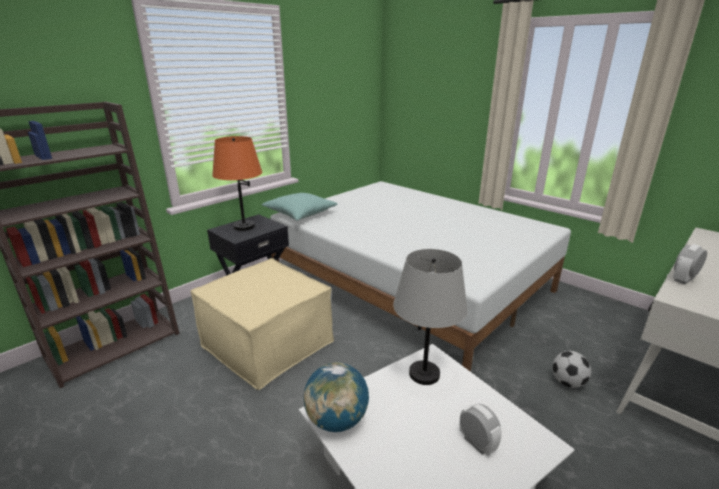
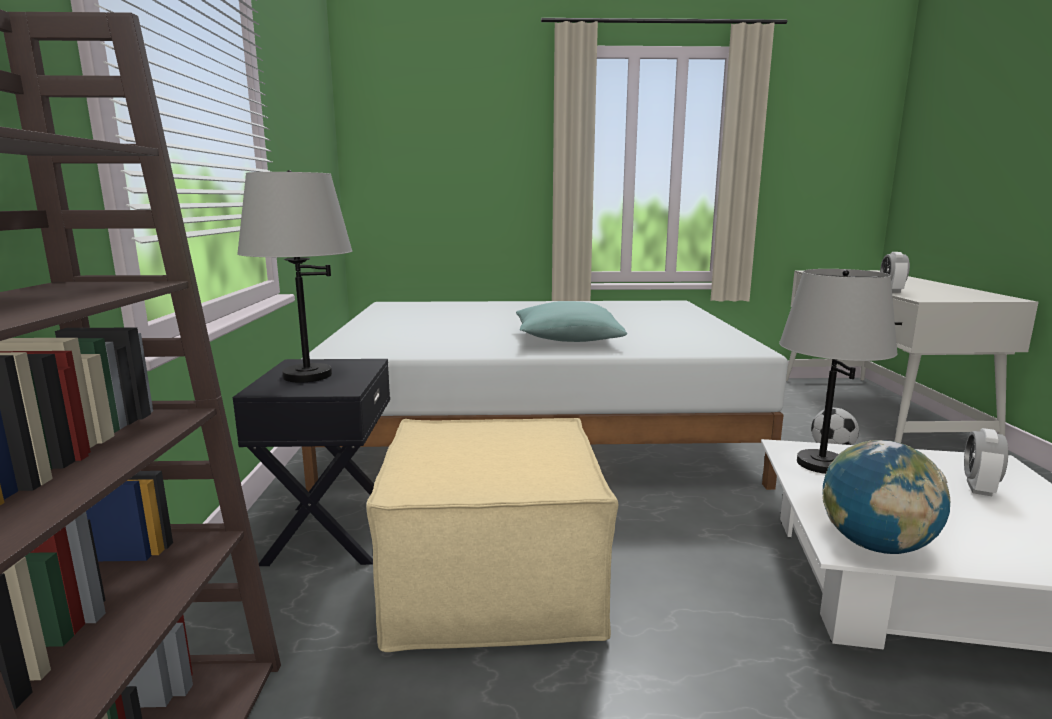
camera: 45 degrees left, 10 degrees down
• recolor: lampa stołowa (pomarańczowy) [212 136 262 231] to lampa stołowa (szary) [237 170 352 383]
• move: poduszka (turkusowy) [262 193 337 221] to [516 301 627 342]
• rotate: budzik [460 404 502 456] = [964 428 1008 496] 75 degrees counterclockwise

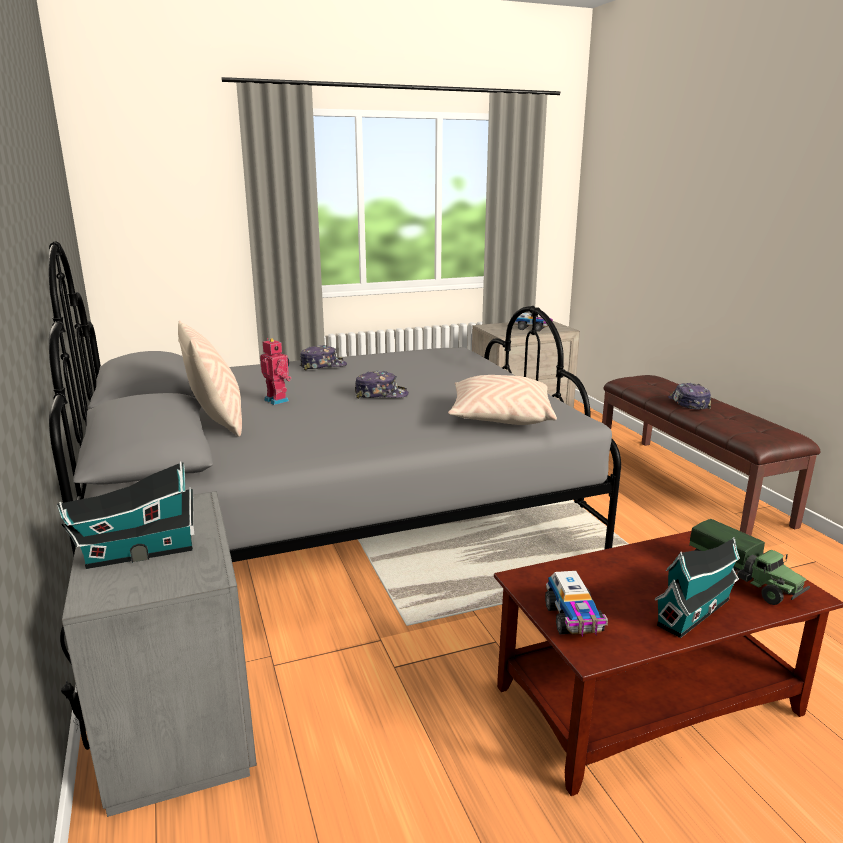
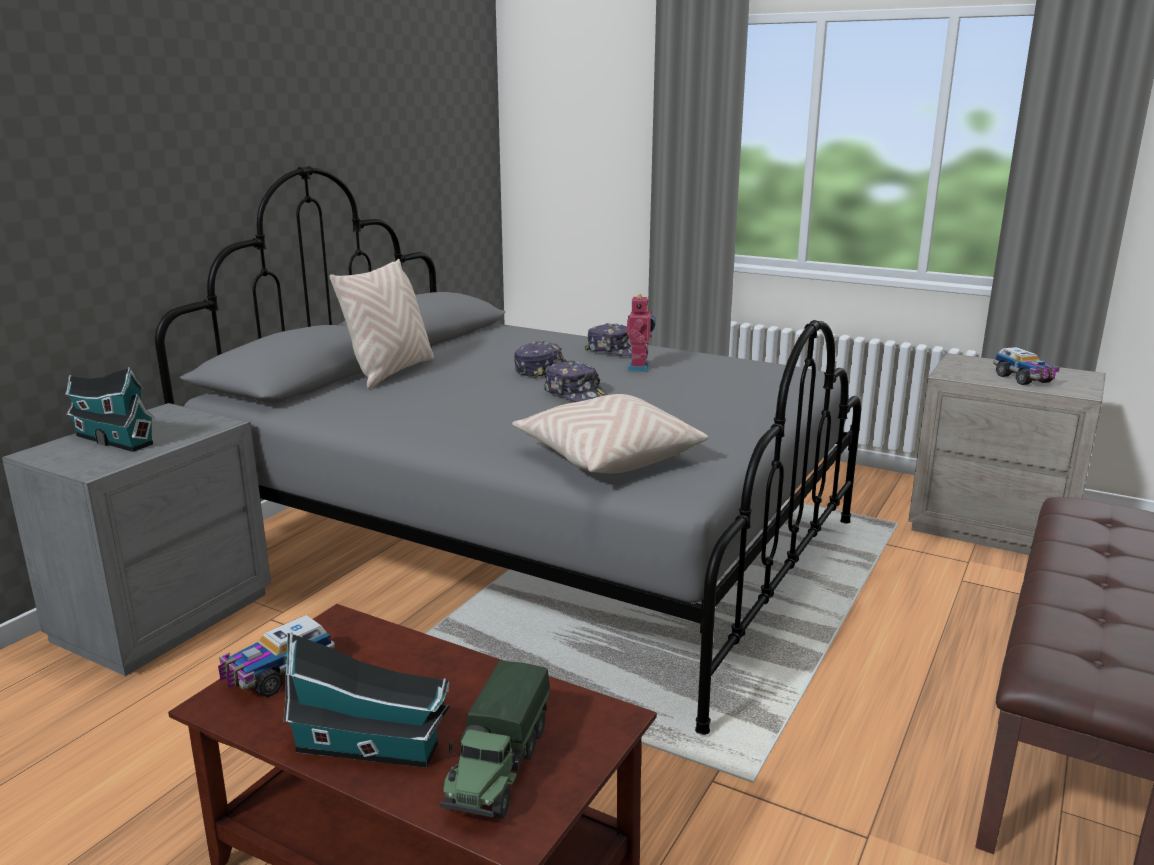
camera: 50 degrees right, 0 degrees up
• move: czapka z daszkiem [668 383 711 410] to [514 341 568 379]
• move: robot zabawkowy [260 338 291 405] to [627 294 656 371]

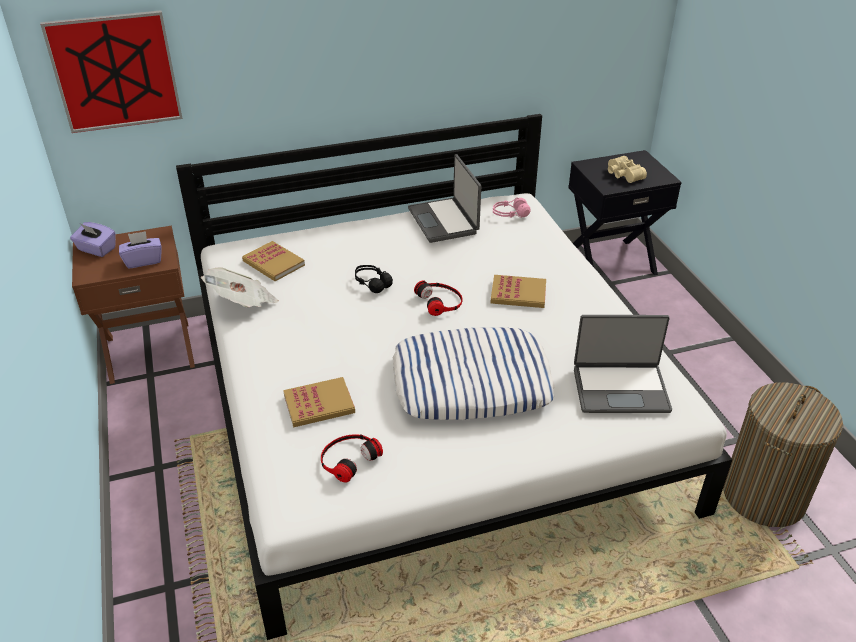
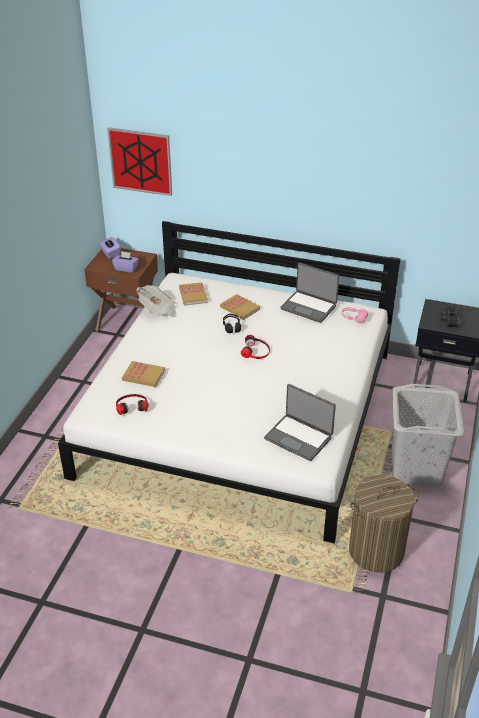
camera: 35 degrees right, 0 degrees up
• move: książka [491 275 546 308] to [220 294 260 320]
• rotate: laptop [408 154 481 243] = [280 262 339 323] 75 degrees counterclockwise
• insert: kosz na pranie (szary) [392 384 464 487]
• recolor: lornetka (beżowy) [608 156 647 183] to lornetka (czarny) [439 306 461 328]
• delete: poduszka [393 327 555 420]

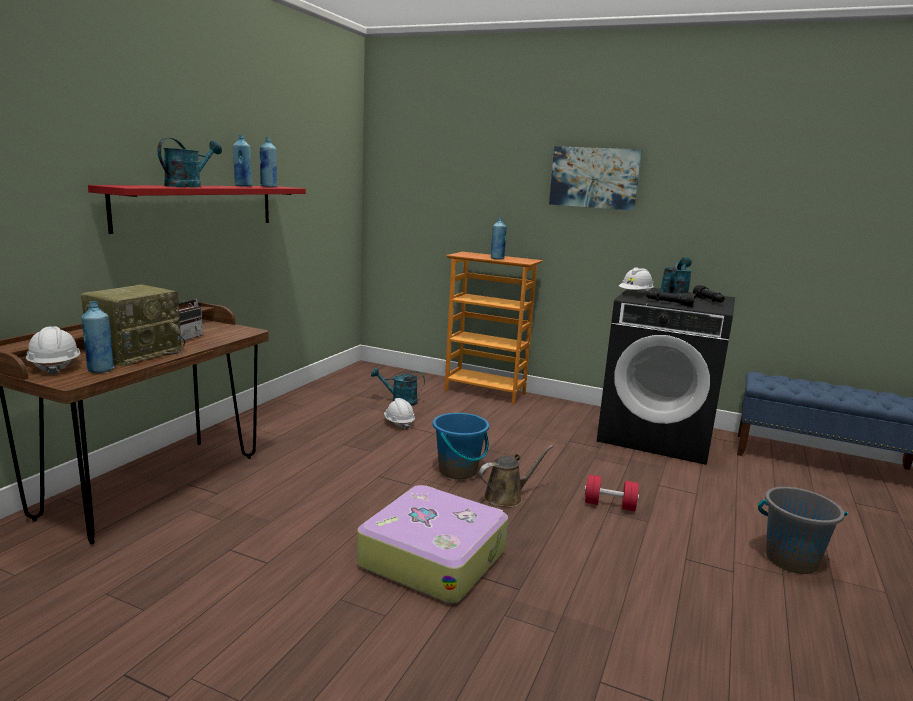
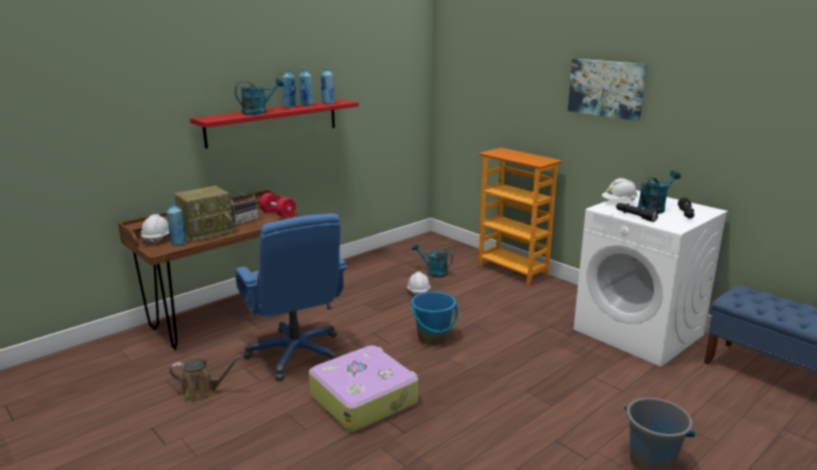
camera: 25 degrees right, 5 degrees up
• move: konewka (brązowy) [479 445 554 507] to [169 355 242 403]
• insert: krzesło biurowe (niebieski) [235 213 348 381]
• move: hantel (czerwony) [584 475 639 511] to [259 193 296 218]
• move: butelka (niebieski) [491 217 507 259] to [282 69 297 108]
• recolor: pralka (czarny) [597 288 735 465] to pralka (biały) [574 190 728 367]

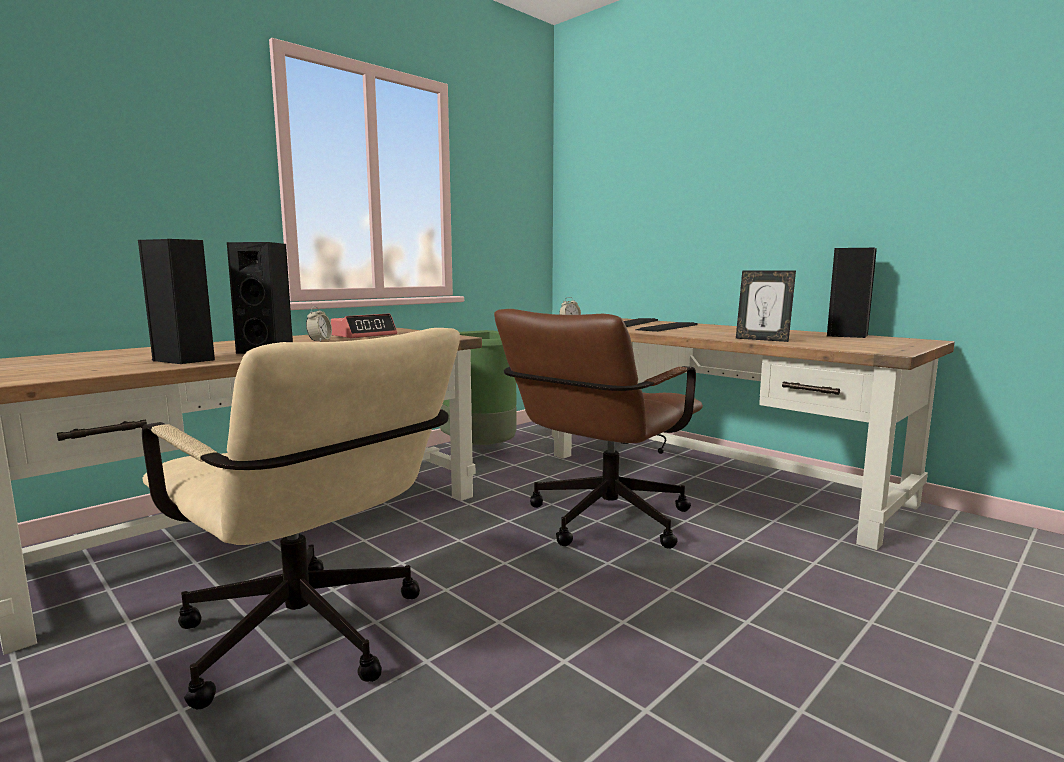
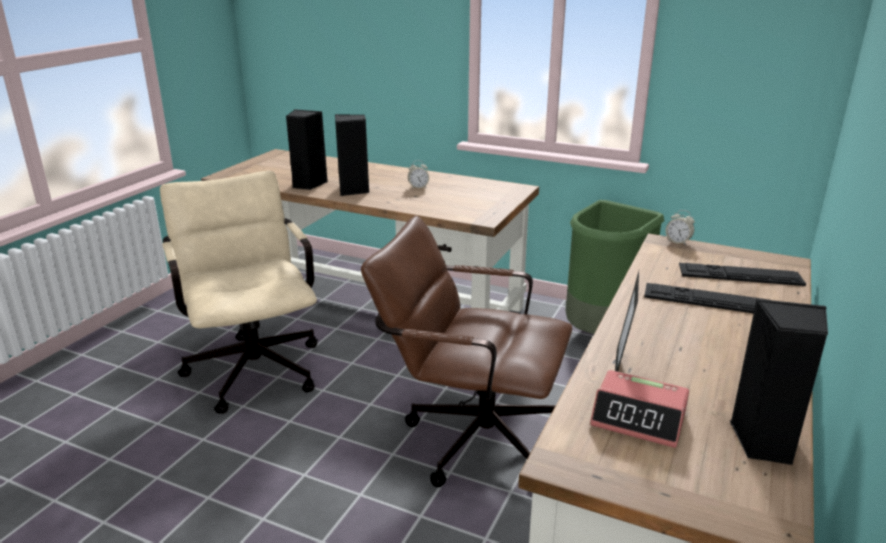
camera: 70 degrees right, 15 degrees up
• rotate: krzesło biurowe (beżowy) [142 328 460 709] = [160 171 318 414] 135 degrees clockwise
• move: budzik [331 314 397 338] to [590 370 689 448]

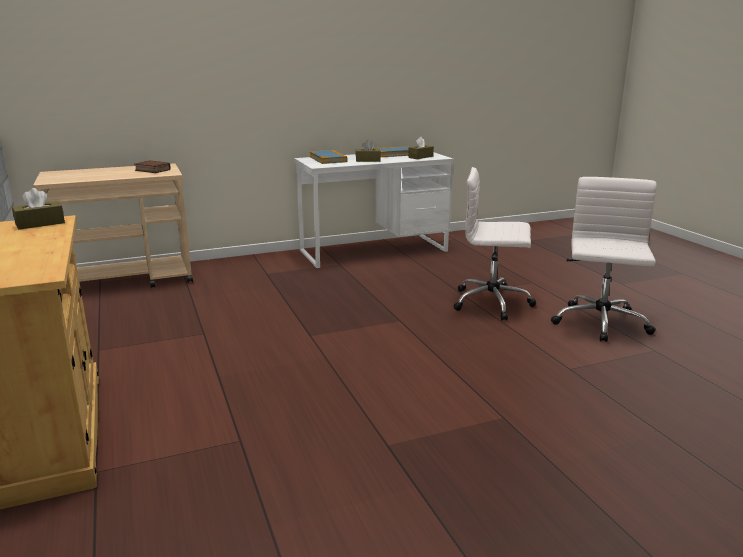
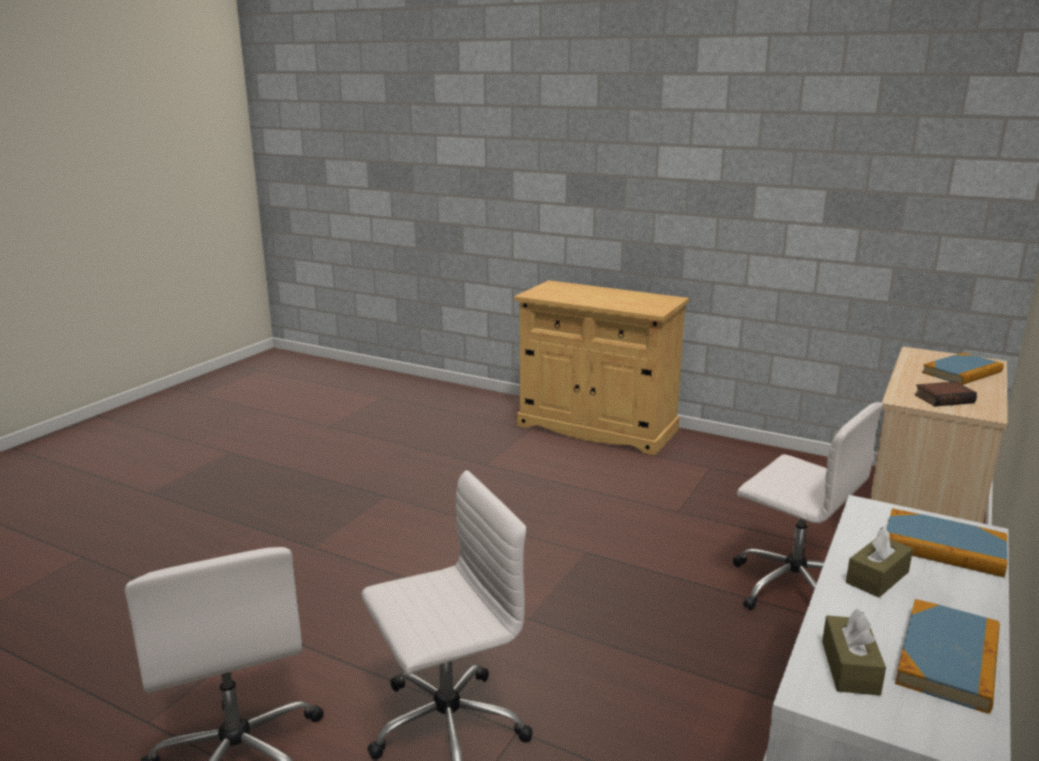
camera: 140 degrees right, 0 degrees up
• insert: krzesło biurowe (biały) [733 402 883 610]
• insert: książka [922 353 1004 385]
• delete: pudełko chusteczek (brązowy) [12 188 65 230]

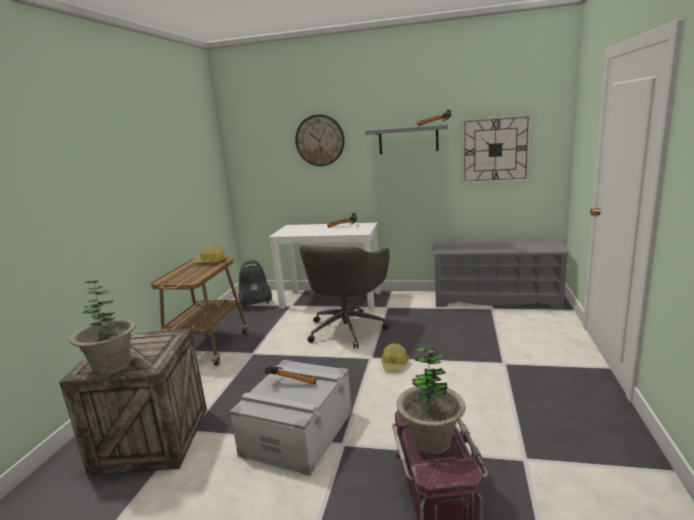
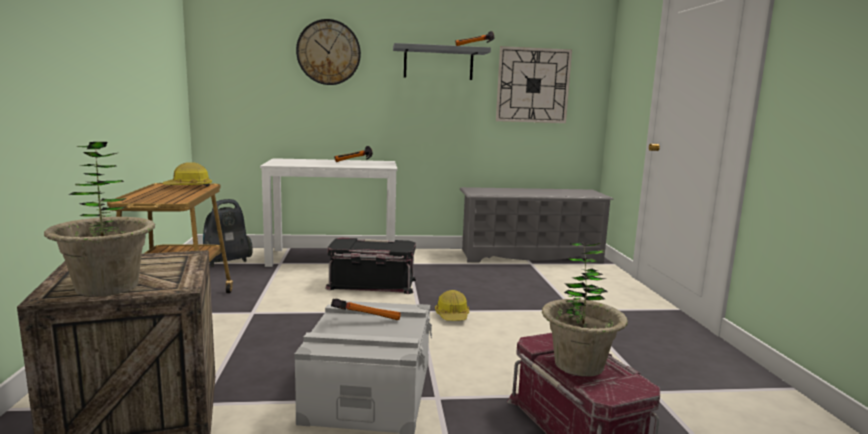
camera: 20 degrees left, 5 degrees down
• replace: krzesło biurowe (szary) [299 245 390 349] to pojemnik do przechowywania (czarny) [325 238 417 294]

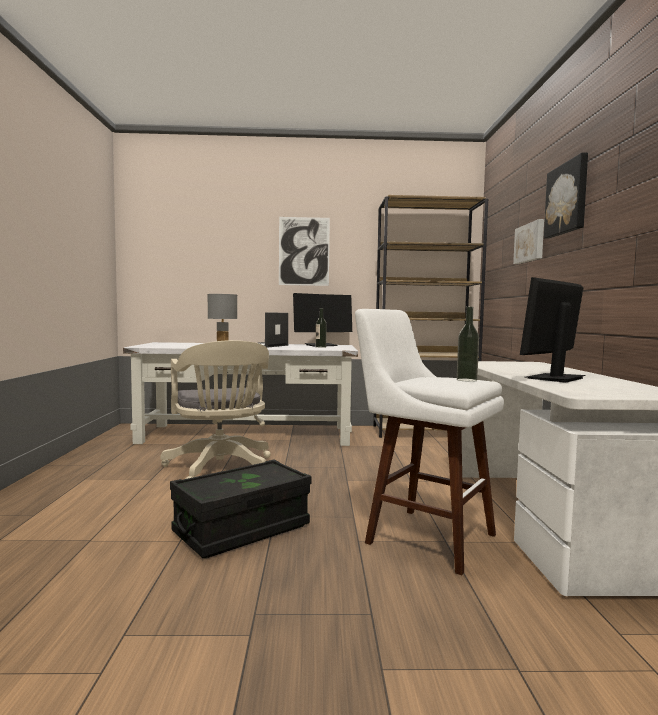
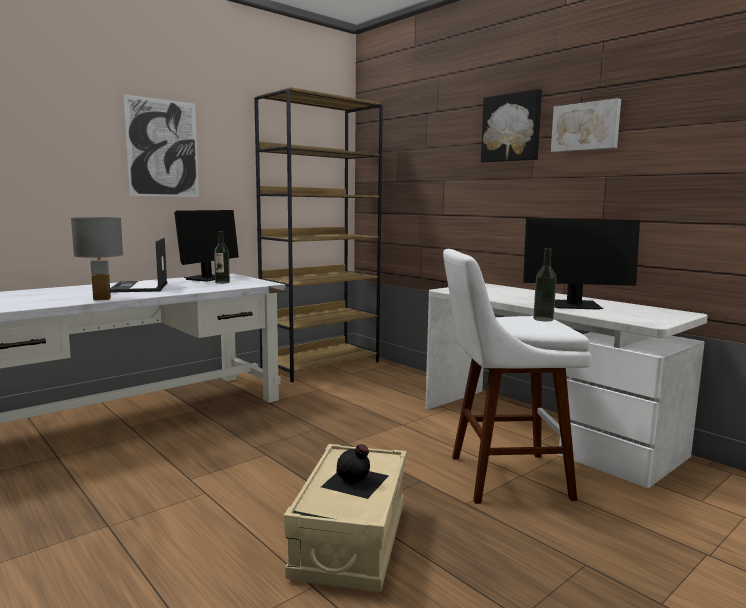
camera: 40 degrees left, 5 degrees up
• recolor: pojemnik do przechowywania (czarny) [170 460 311 558] to pojemnik do przechowywania (beżowy) [284 444 407 592]
• insert: butelka (czarny) [321 444 388 499]
• rotate: monitor [520 277 586 383] = [523 218 640 310] 90 degrees counterclockwise
• move: obraz [513 219 544 264] to [551 98 621 152]
• delete: krzesło biurowe (beżowy) [160 340 271 479]

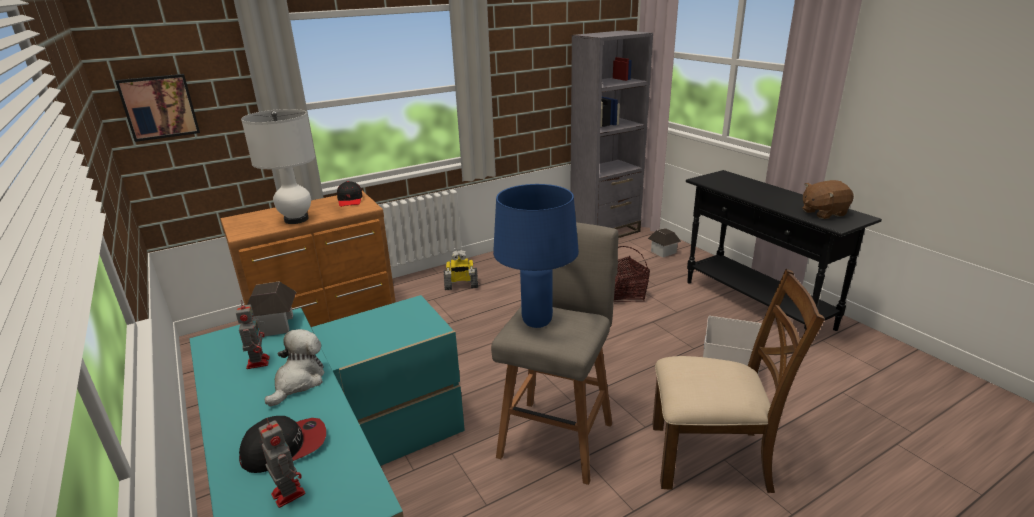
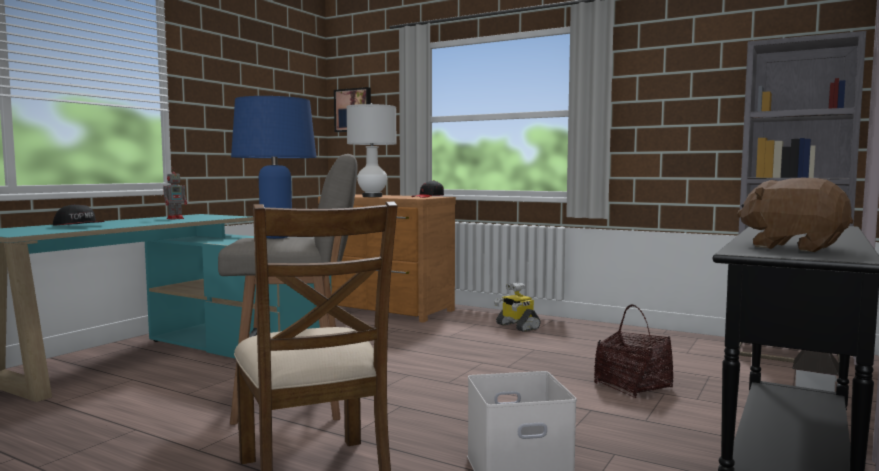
camera: 60 degrees right, 20 degrees down
• delete: domek [247 281 296 337]
• delete: robot zabawkowy [258 418 305 508]
• delete: pluszak [265 329 325 407]

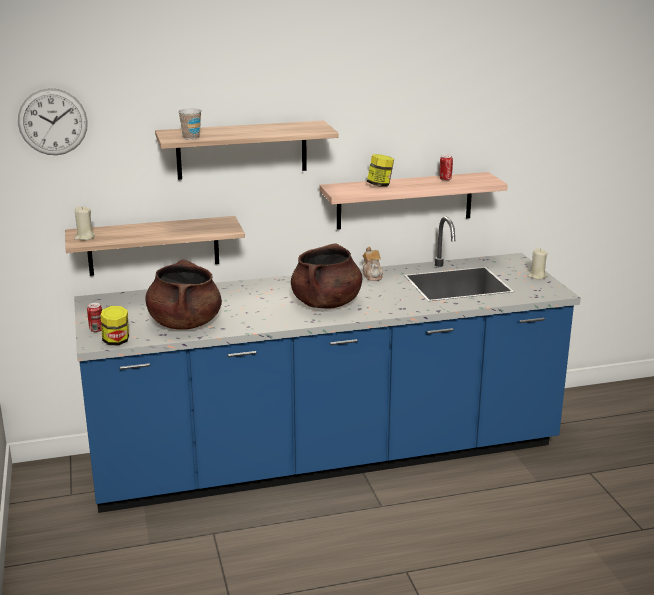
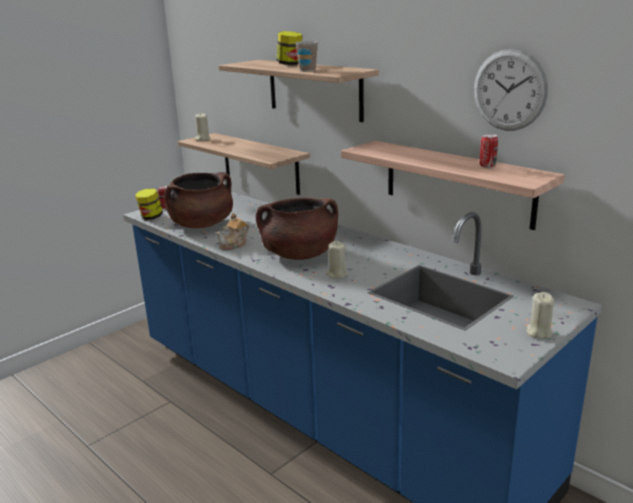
camera: 60 degrees right, 0 degrees up
• move: imbryk [362 246 383 281] to [215 213 250 250]
• move: słoik [367 154 394 186] to [277 31 302 65]
• move: filiżanka [178 109 202 140] to [295 41 318 71]
• insert: świeca (beżowy) [326 241 348 279]
• move: zegar ścienny [18 88 88 155] to [474 49 548 131]

